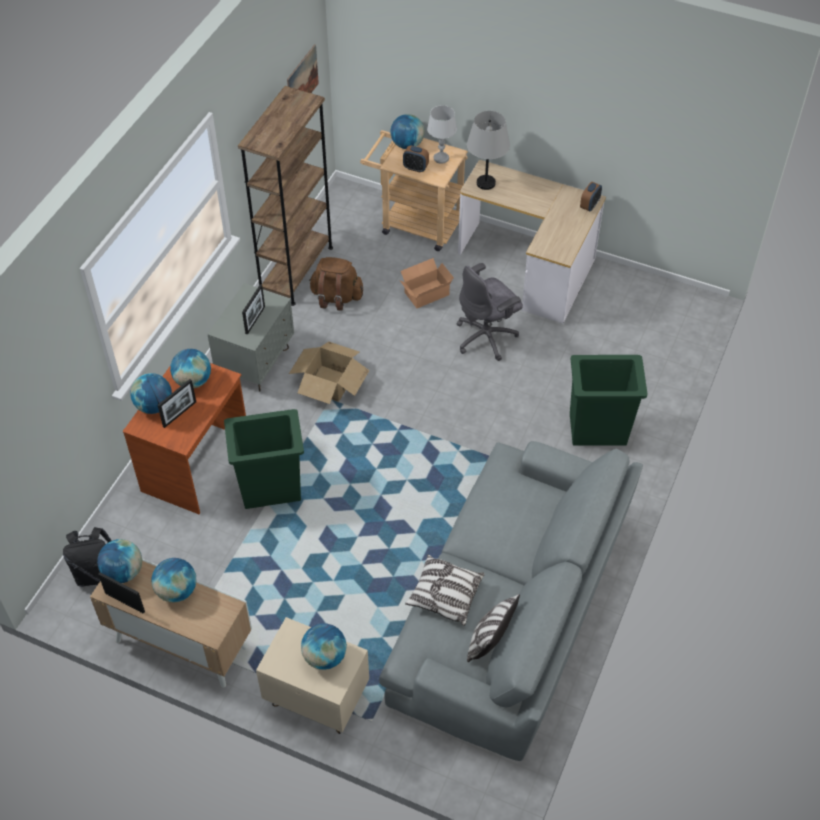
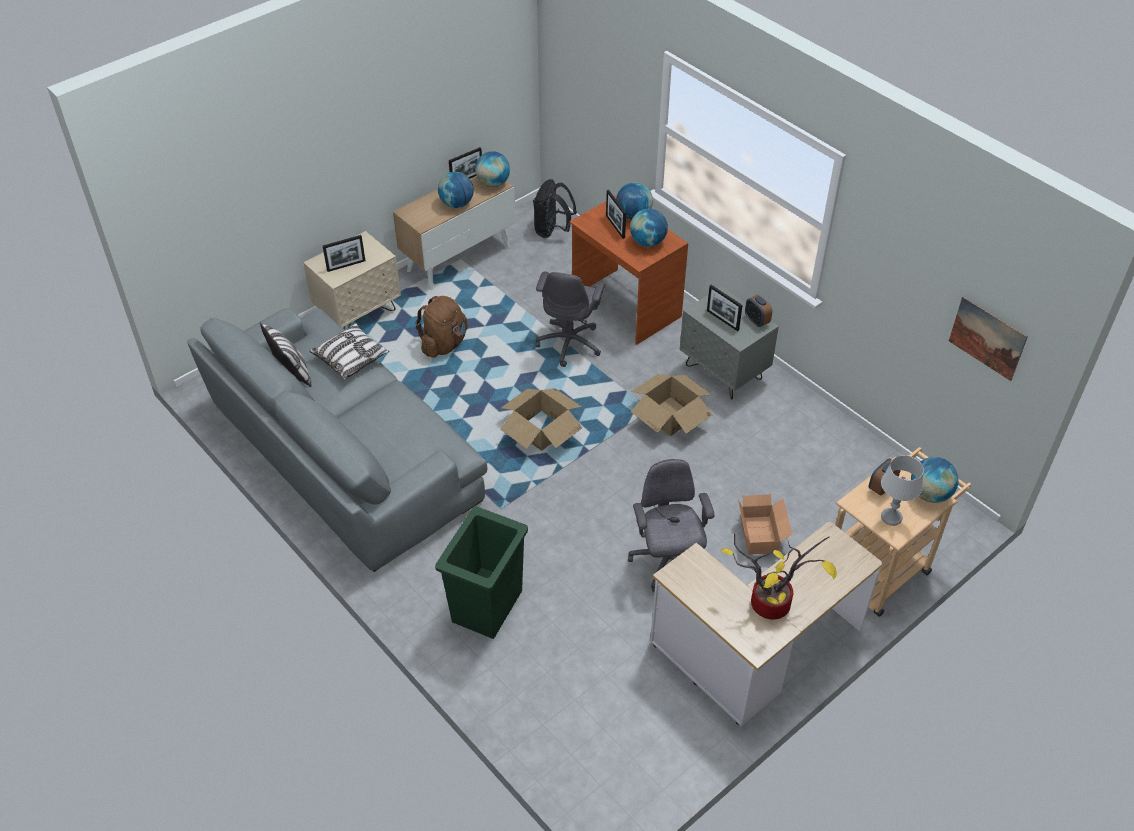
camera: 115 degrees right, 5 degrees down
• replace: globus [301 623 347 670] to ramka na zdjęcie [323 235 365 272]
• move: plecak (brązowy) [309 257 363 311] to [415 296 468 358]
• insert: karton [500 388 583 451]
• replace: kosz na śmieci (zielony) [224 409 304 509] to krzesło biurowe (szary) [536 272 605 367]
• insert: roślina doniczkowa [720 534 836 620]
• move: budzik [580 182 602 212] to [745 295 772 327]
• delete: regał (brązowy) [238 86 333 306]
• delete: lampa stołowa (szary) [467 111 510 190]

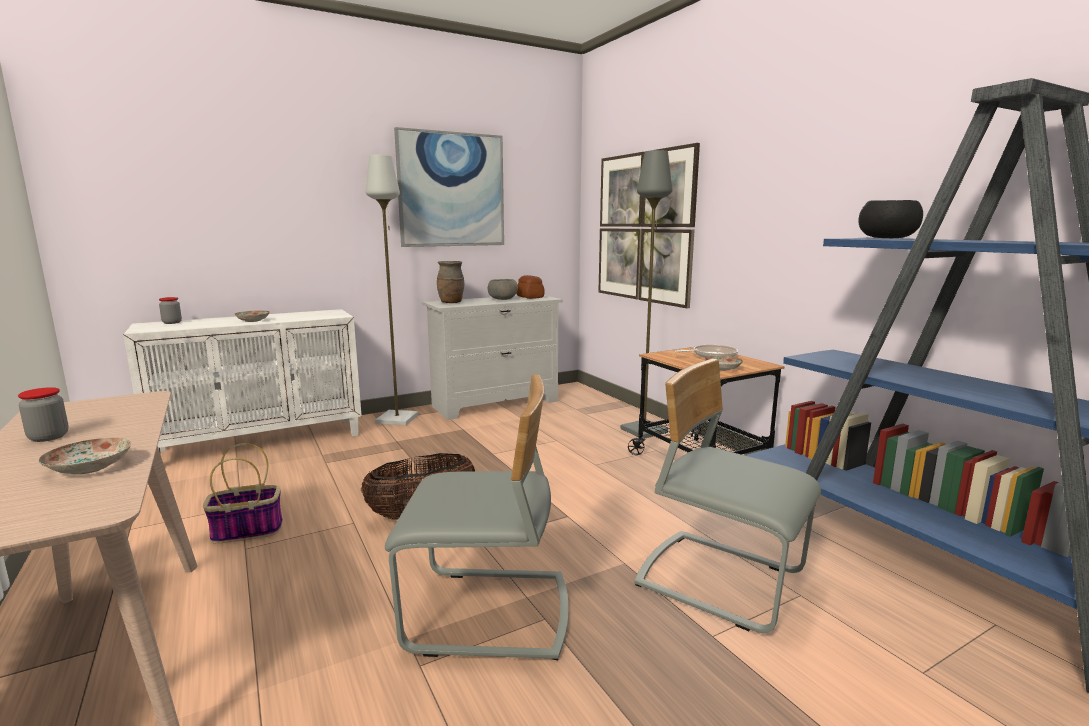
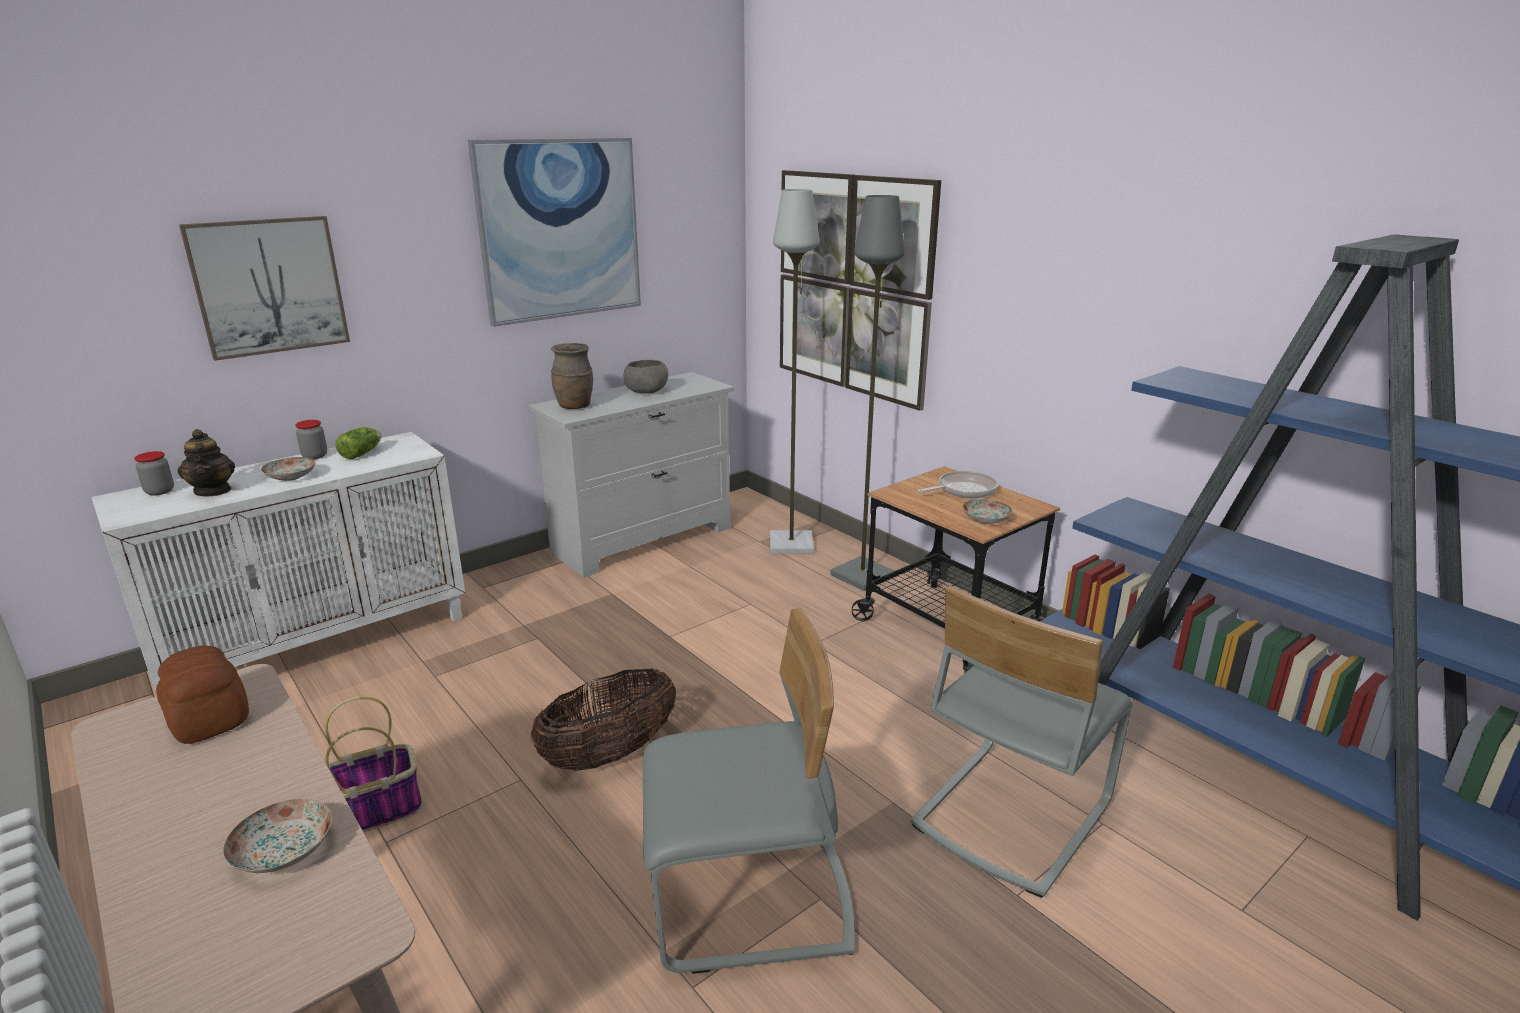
camera: 10 degrees left, 10 degrees up
• move: chleb [516 275 545 299] to [156 645 249 744]
• insert: imbryk [178 429 235 497]
• insert: obraz [179 216 350 361]
• move: słoik [18 387 69 442] to [295 420 327 459]
• insert: sałata [335 427 381 459]
• move: lampa stojąca (szary) [366 155 418 426] to [770 189 819 554]
• rotate: krzesło (szary) [634 359 821 633] = [910 586 1133 898] 75 degrees counterclockwise
• delete: miska (czarny) [858 200 923 238]

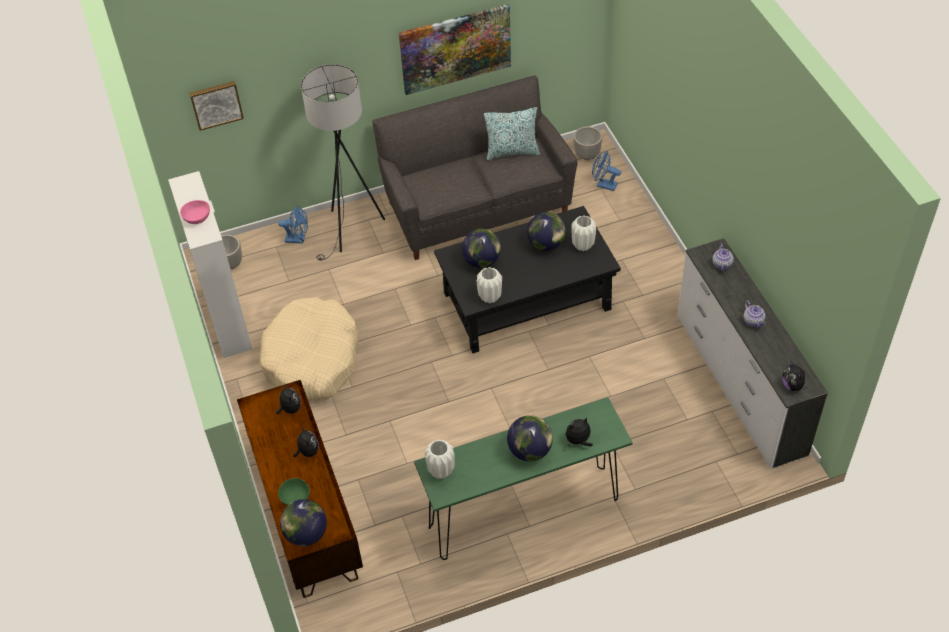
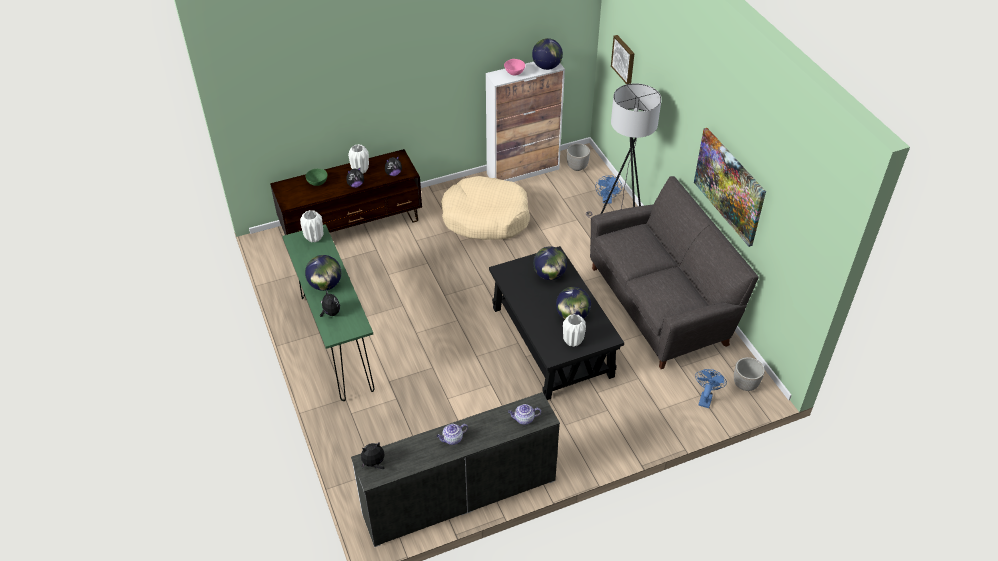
camera: 85 degrees right, 5 degrees down
• move: wazon (biały) [477 267 502 303] to [348 144 369 173]
• move: globus [280 499 327 546] to [532 38 563 70]
• delete: poduszka [484 107 540 160]

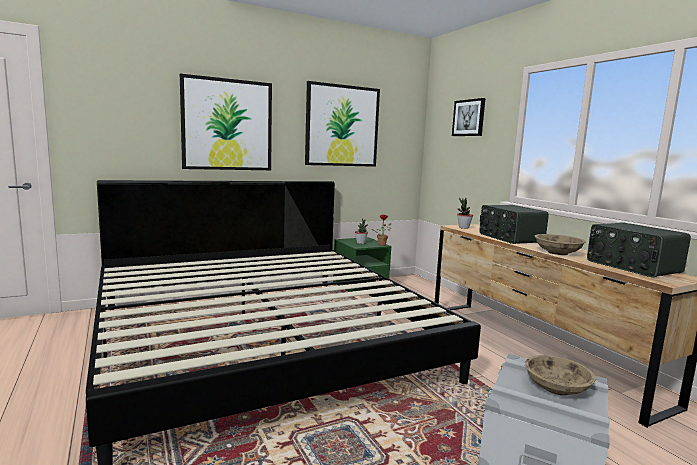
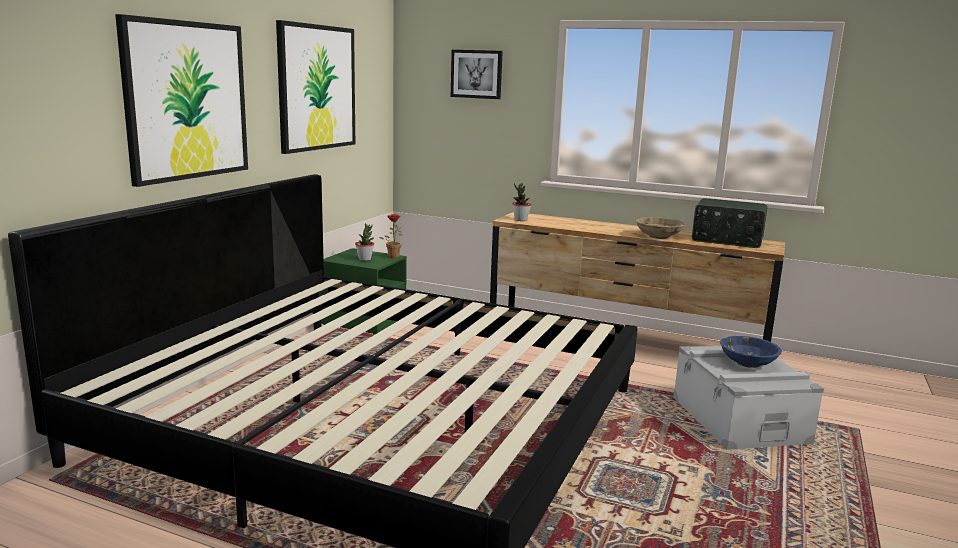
camera: 40 degrees left, 5 degrees up
• recolor: miska (beżowy) [525 355 596 396] to miska (niebieski) [720 336 782 368]
• delete: radio [479 205 549 244]

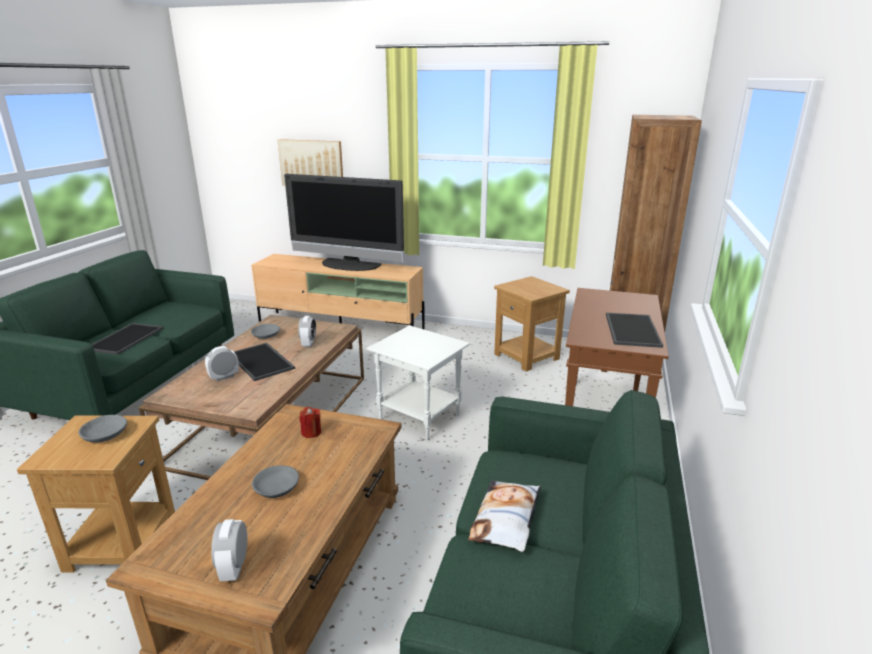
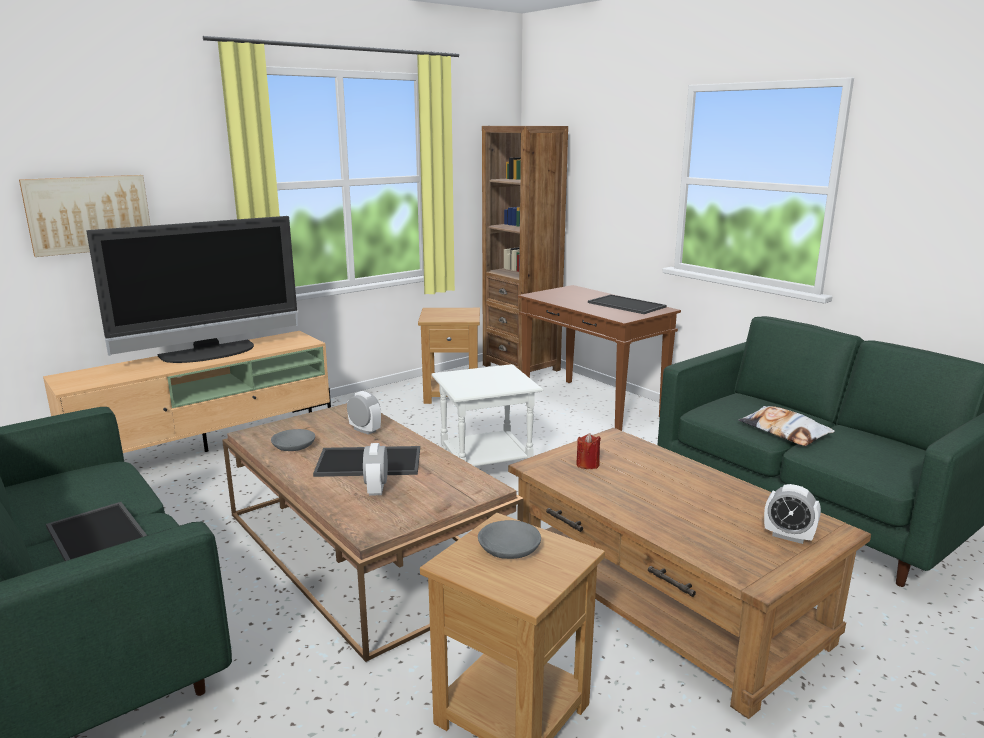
camera: 55 degrees left, 5 degrees down
• delete: miska (szary) [252 465 299 498]

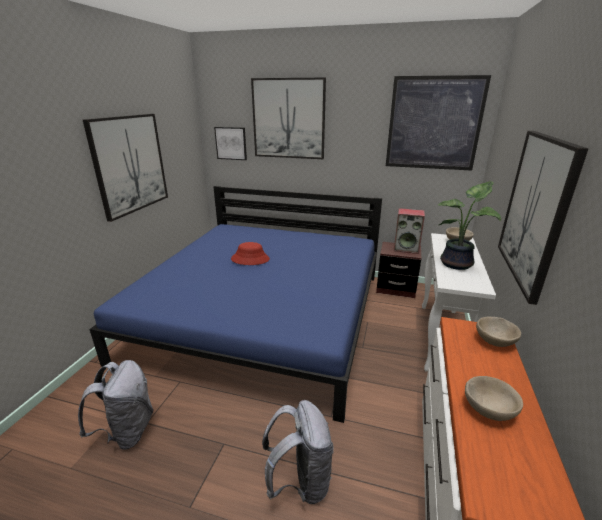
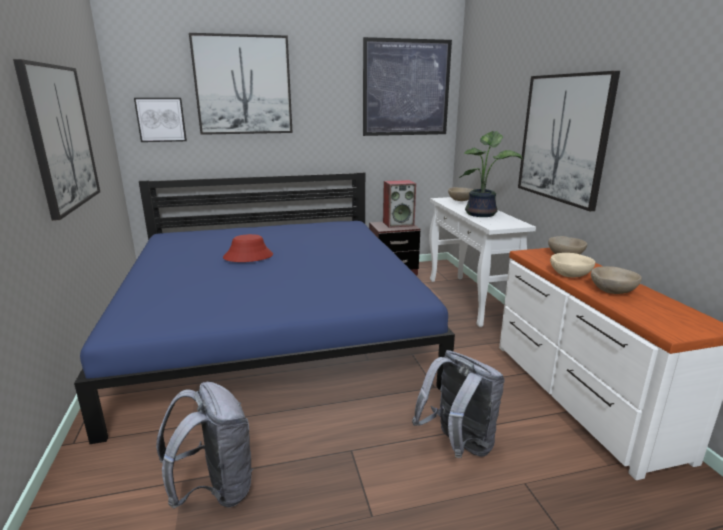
camera: 30 degrees left, 5 degrees down
• insert: miska (beżowy) [550 253 595 277]

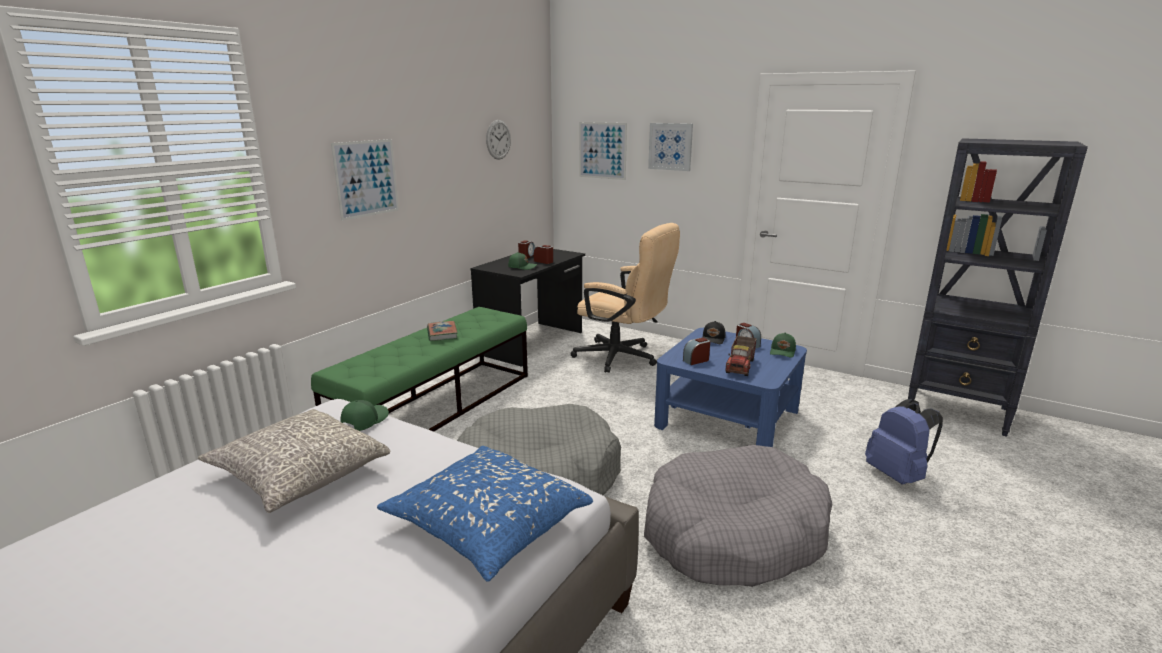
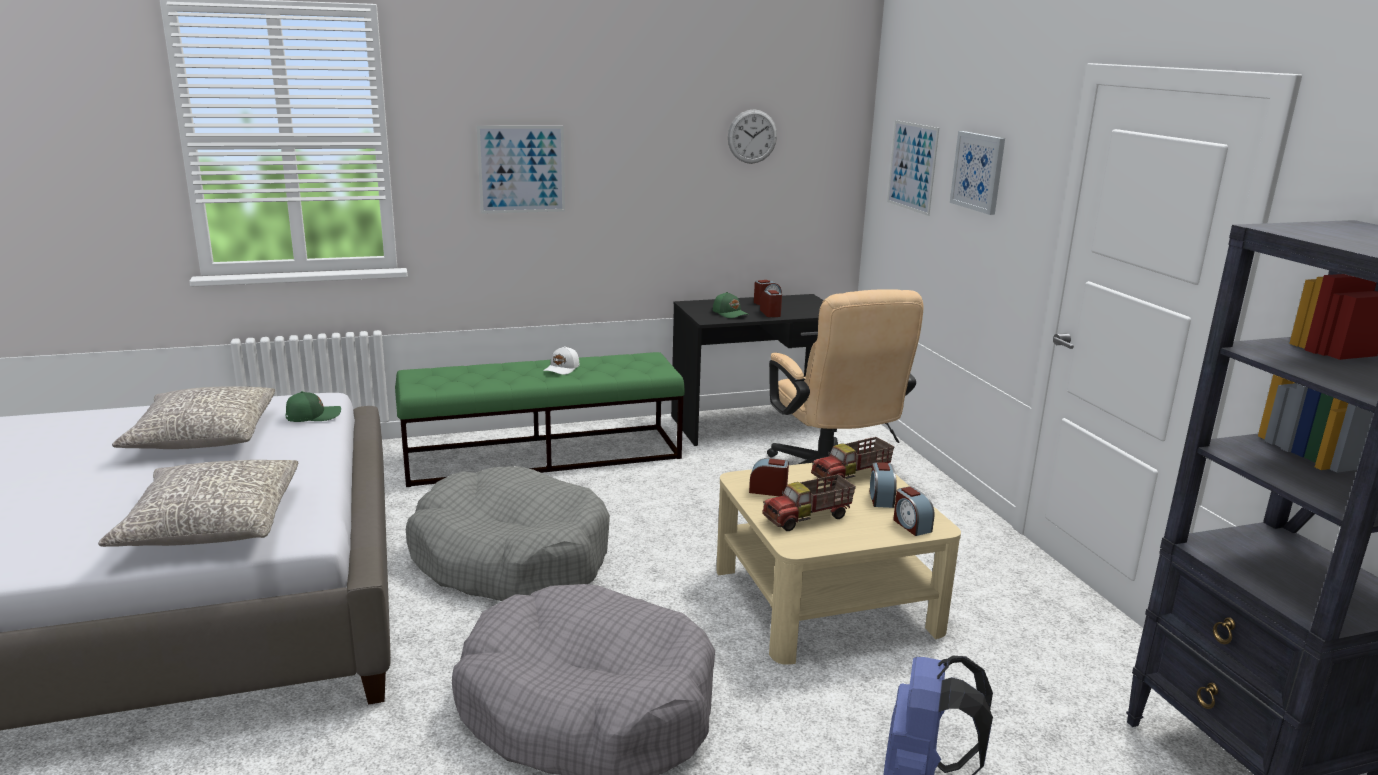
camera: 40 degrees right, 0 degrees up
• recolor: poduszka (niebieski) [377 446 593 582] to poduszka (szary) [98 460 298 547]
• replace: książka [427 321 458 341] to czapka z daszkiem (biały) [544 346 580 375]
• recolor: ława (niebieski) [654 328 807 447] to ława (beżowy) [716 463 961 665]
• replace: czapka z daszkiem (czarny) [702 321 726 344] to ciężarówka zabawkowa [811 437 894 486]
• replace: czapka z daszkiem (zielony) [770 333 796 358] to budzik [893 487 934 536]

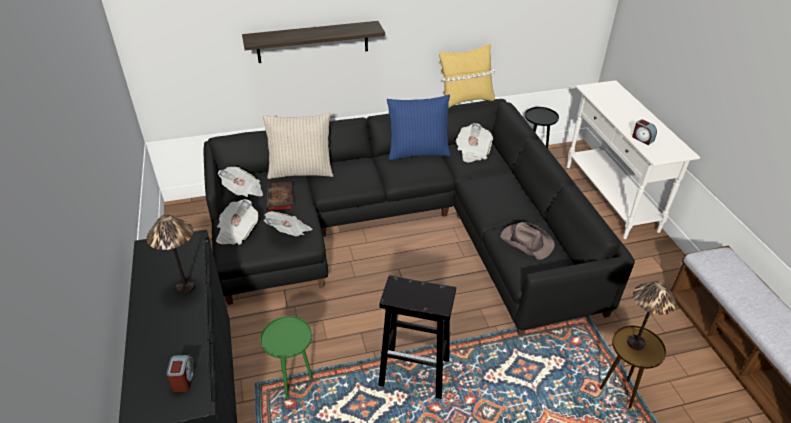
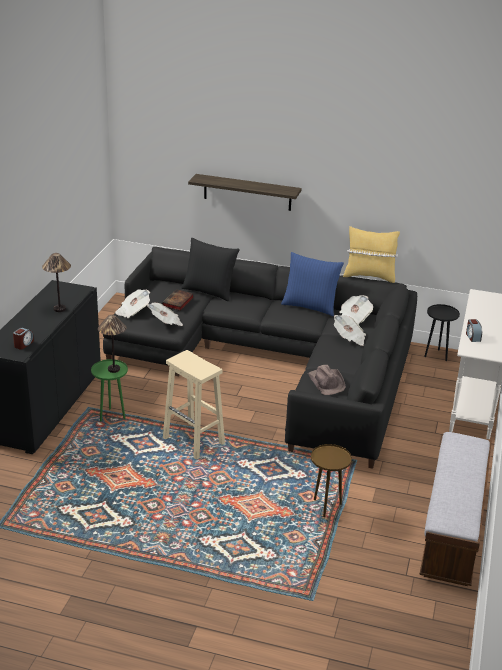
camera: 30 degrees right, 10 degrees down
• move: lampa stołowa [627 281 677 350] to [98 315 126 373]
• recolor: stołek (czarny) [378 275 456 399] to stołek (beżowy) [163 350 225 460]
• recolor: poduszka (beżowy) [263 113 333 179] to poduszka (czarny) [181 238 240 301]
• move: gazeta [218 167 263 197] to [334 315 366 346]

